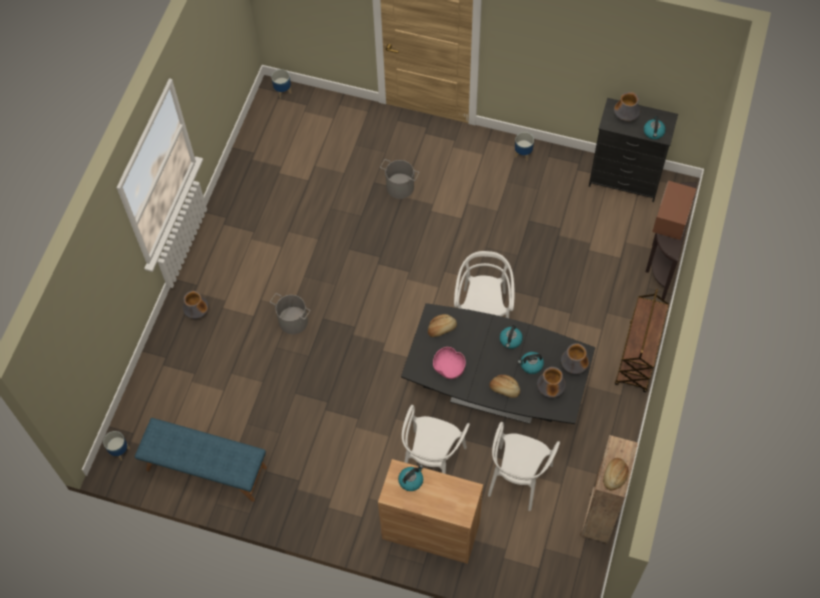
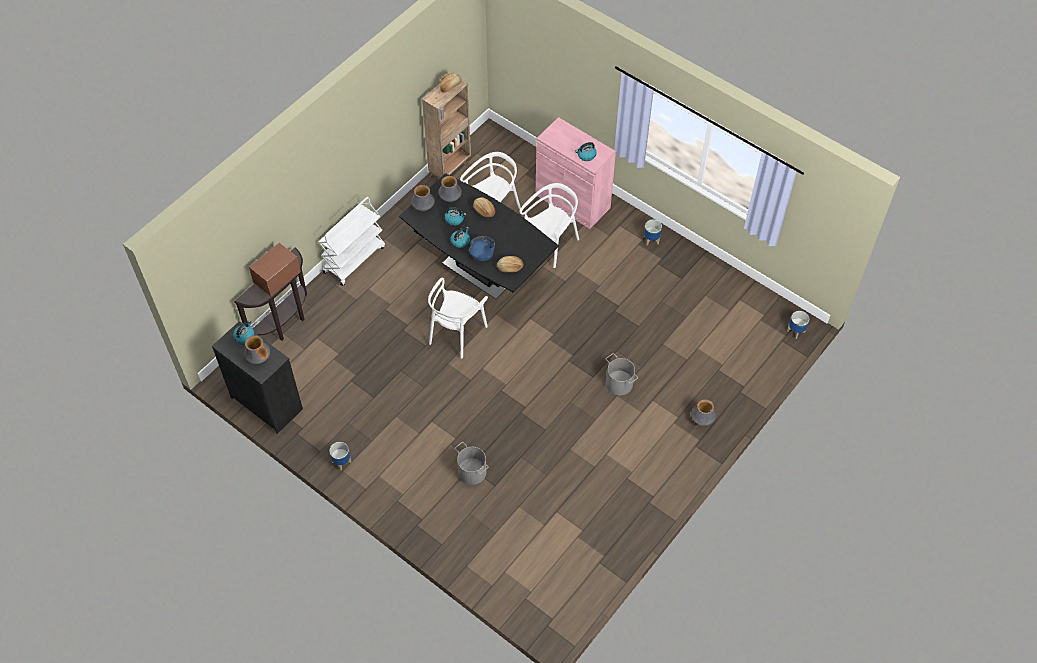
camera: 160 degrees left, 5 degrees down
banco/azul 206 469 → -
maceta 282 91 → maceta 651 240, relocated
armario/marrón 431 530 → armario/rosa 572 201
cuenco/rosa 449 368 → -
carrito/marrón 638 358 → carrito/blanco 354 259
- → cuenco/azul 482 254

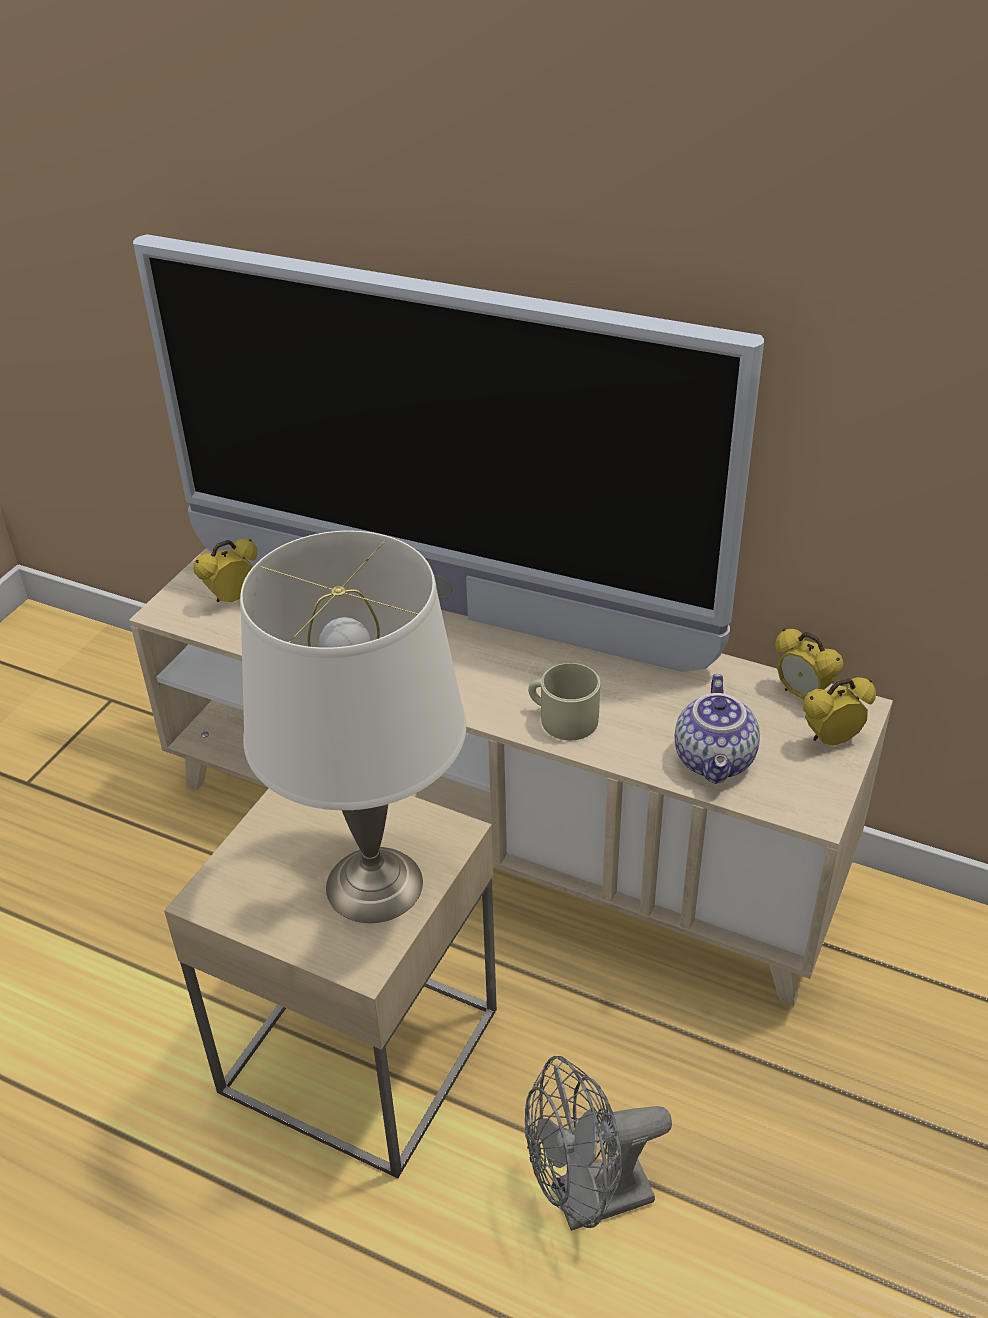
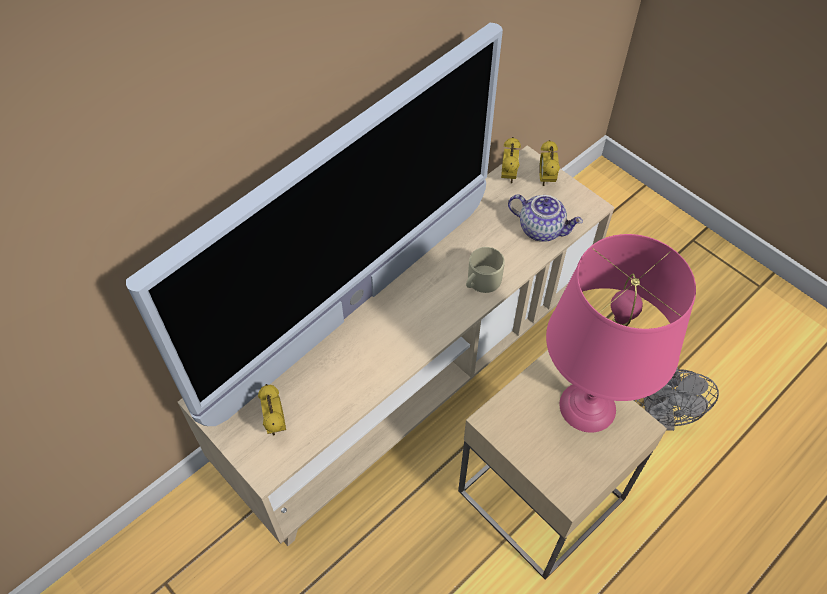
camera: 70 degrees left, 15 degrees up
lámpara de mesa/blanco 375 883 → lámpara de mesa/rosa 586 406
despertador 802 695 → despertador 508 176, 60 degrees counterclockwise

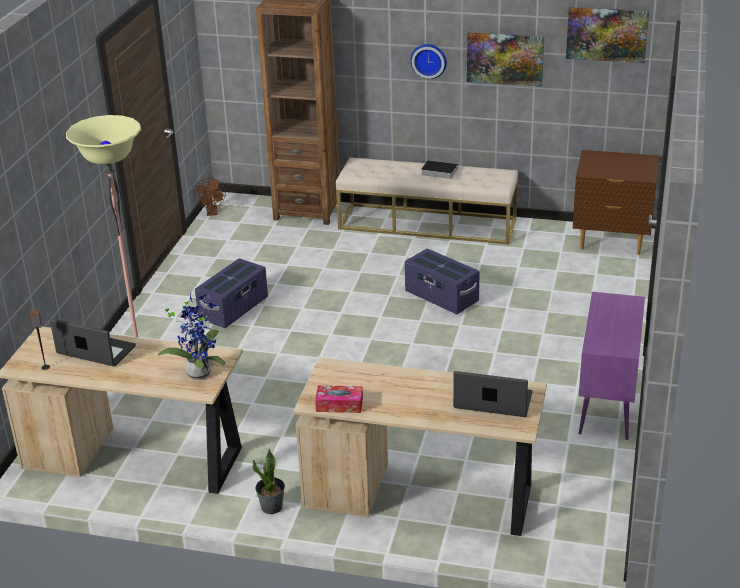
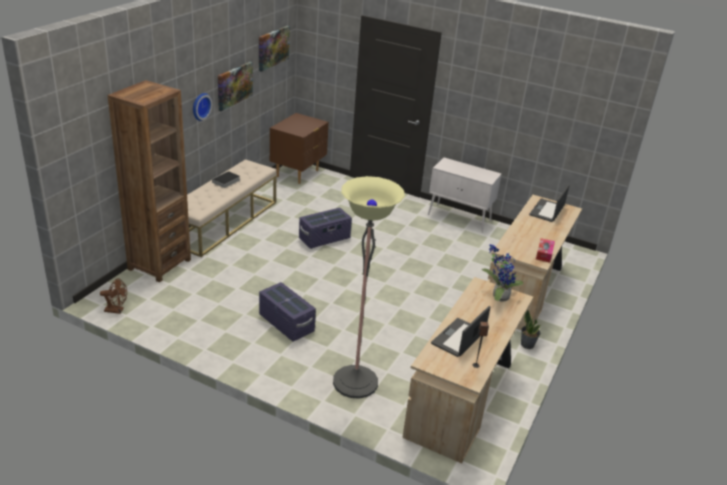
camera: 80 degrees left, 0 degrees up
armario/morado 607 405 → armario/blanco 459 218

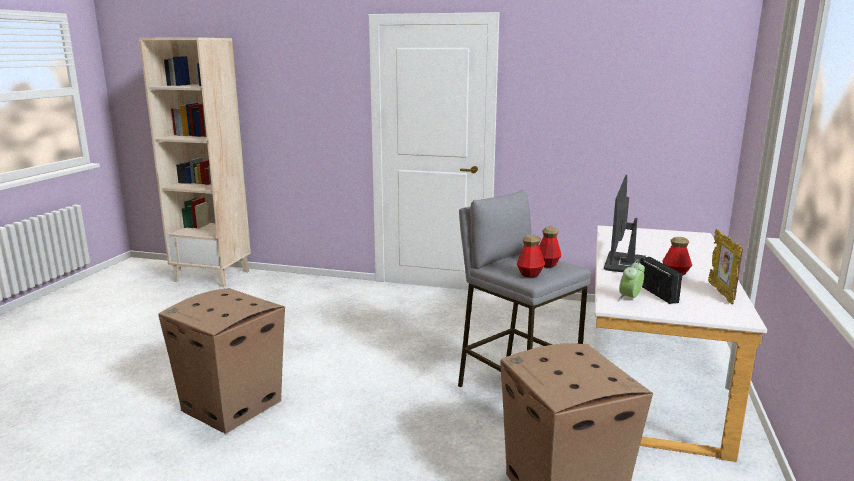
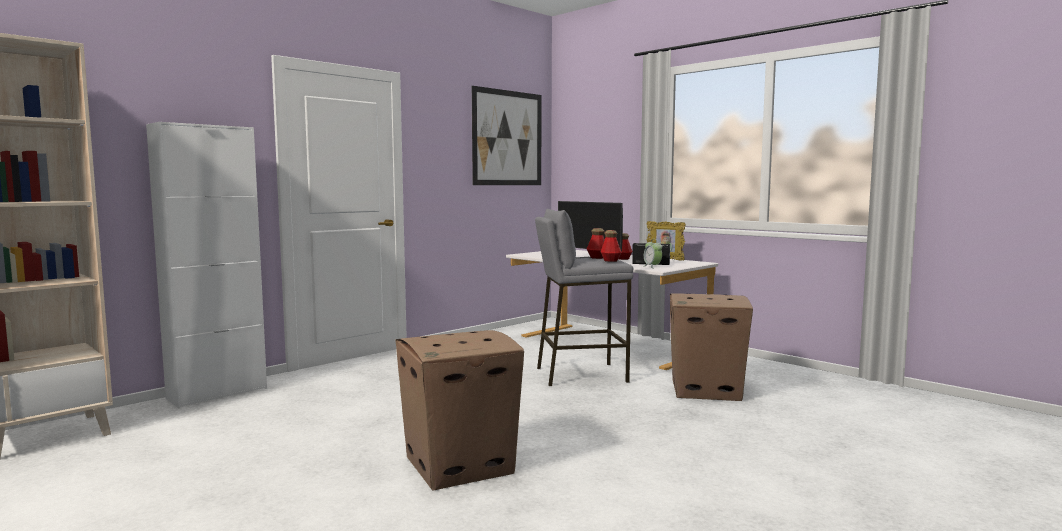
camera: 60 degrees left, 10 degrees down
- → armario/blanco 217 393
- → cuadro 507 138

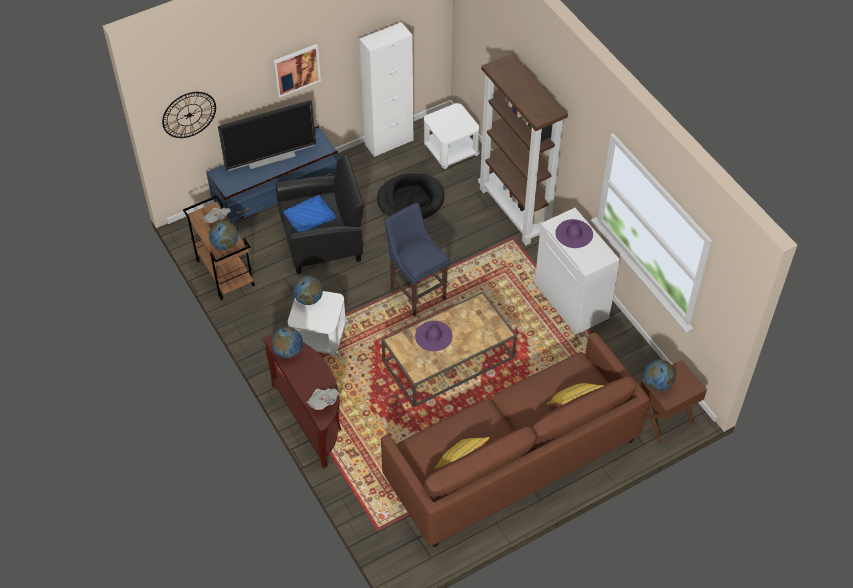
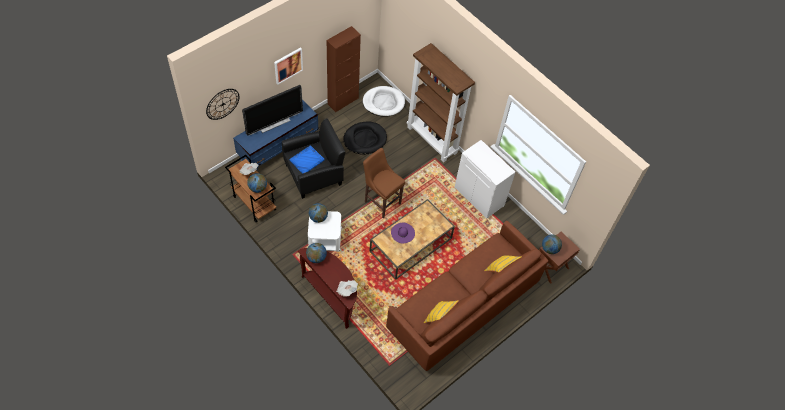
camera: 15 degrees left, 5 degrees up
armario/blanco 389 142 → armario/marrón 343 101
taburete/azul 416 292 → taburete/marrón 381 201
mesa auxiliar/blanco 450 150 → cama para perro/blanco 383 102
sombrero/morado 574 234 → -

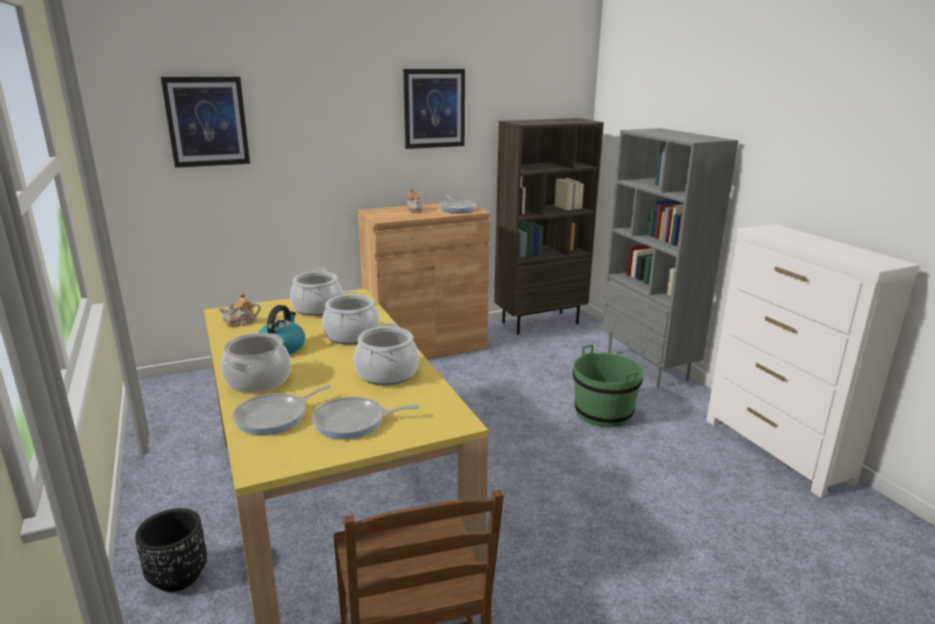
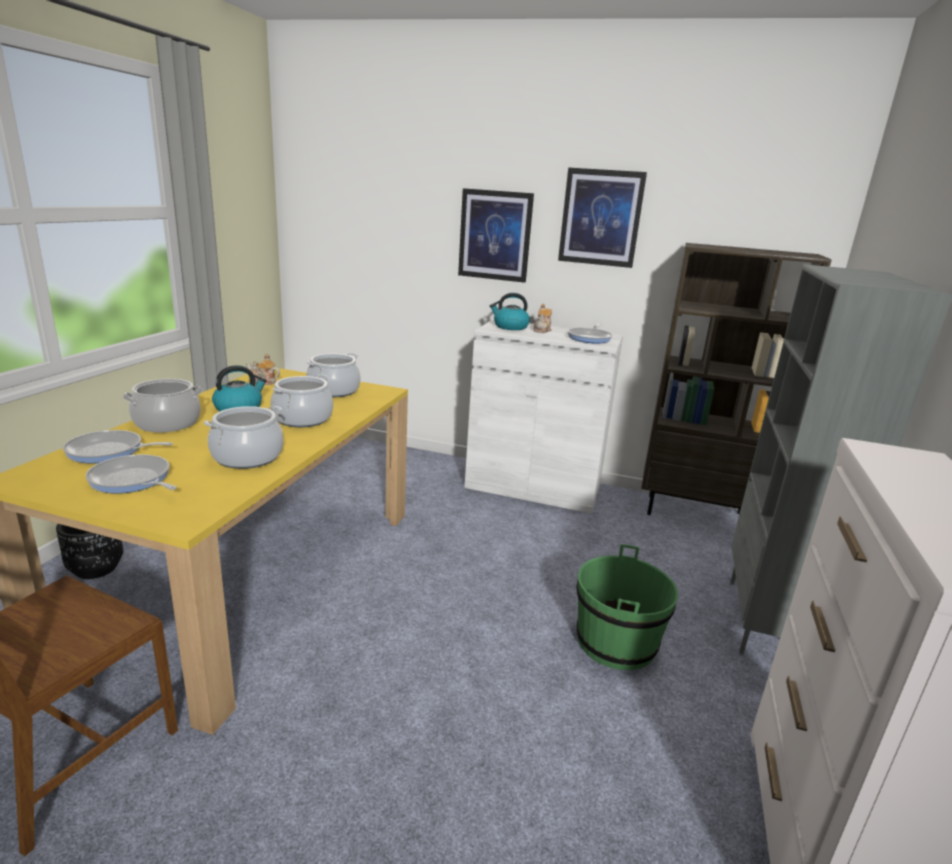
camera: 40 degrees right, 0 degrees up
cuadro 207 122 → cuadro 495 235, relocated
armario/marrón 426 346 → armario/blanco 533 486
- → hervidor 510 327

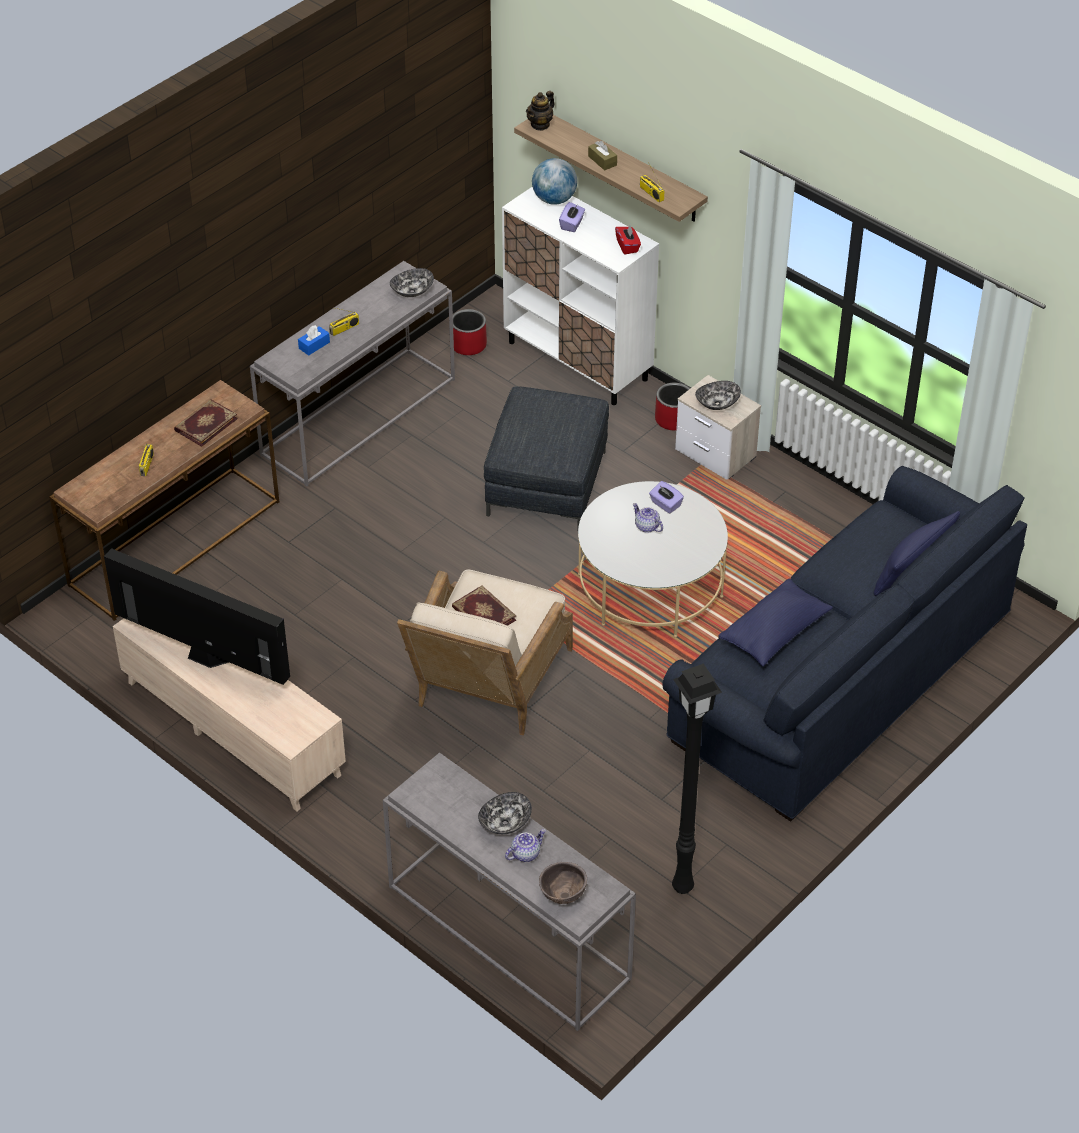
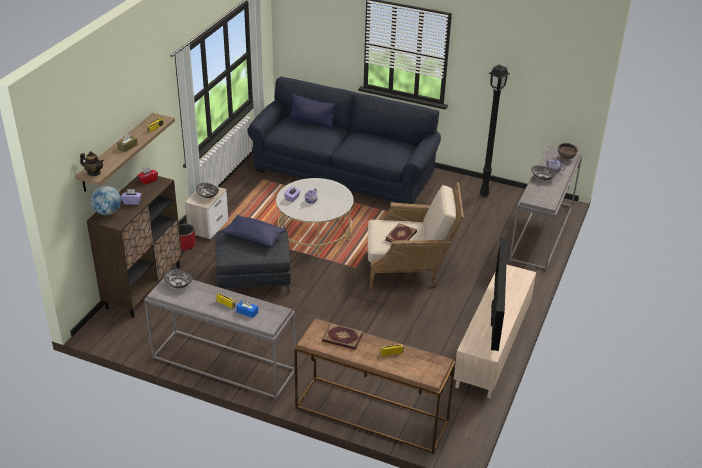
camera: 110 degrees left, 10 degrees down
maceta/rojo 468 344 → -
armario/blanco 578 361 → armario/marrón 144 286
cojín/azul 774 633 → cojín/azul 254 237, relocated

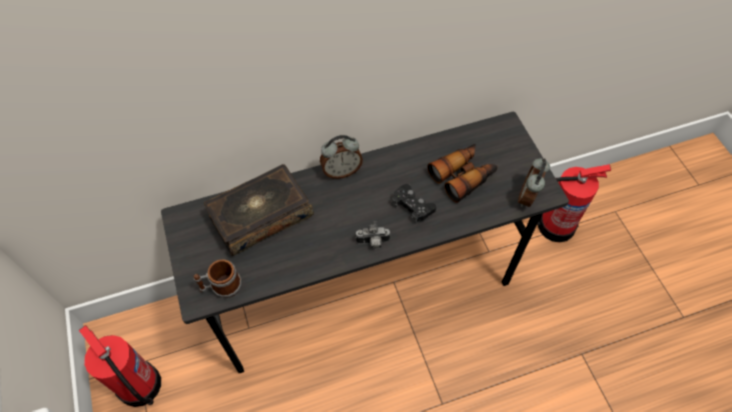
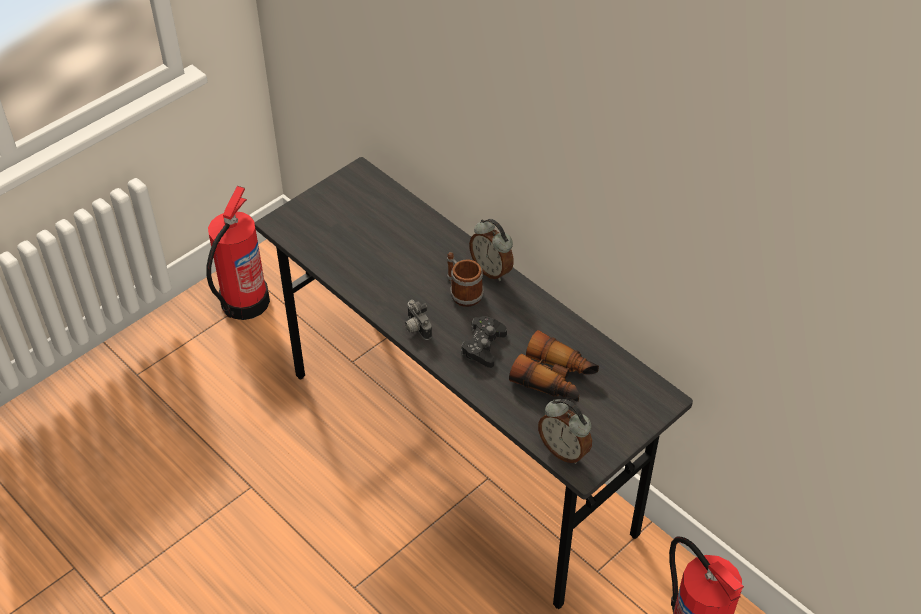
camera: 65 degrees right, 10 degrees down
taza grande 221 287 → taza grande 462 292, relocated
libro 260 215 → -
despertador 528 197 → despertador 564 450, 135 degrees counterclockwise

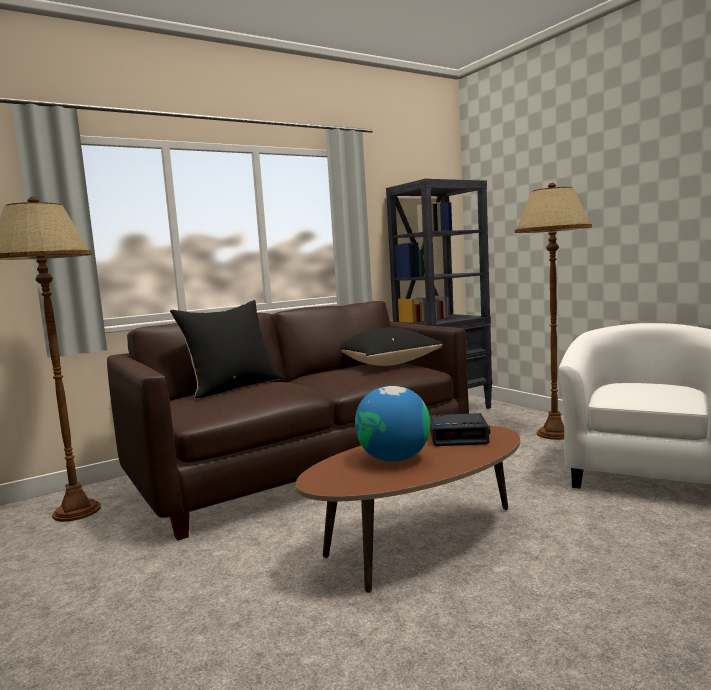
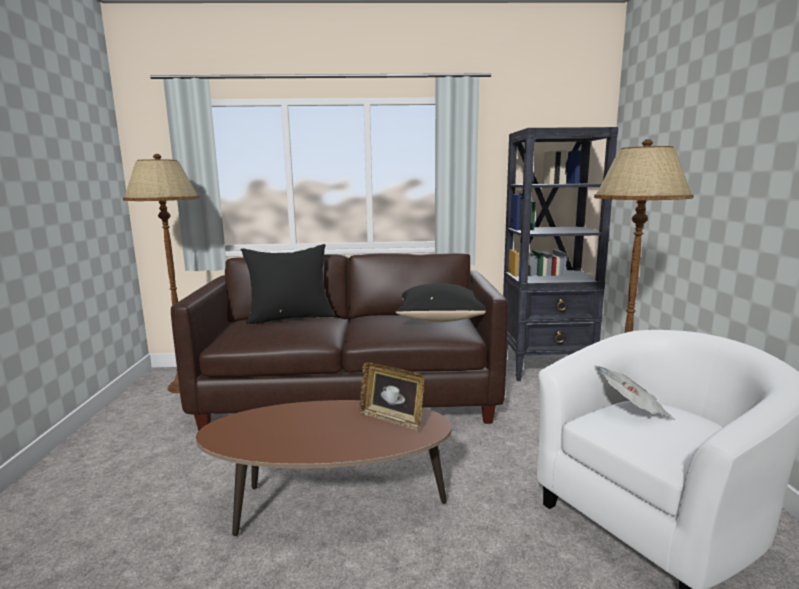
camera: 30 degrees right, 5 degrees up
globo terráqueo 394 458 → -
despertador 458 437 → portarretratos 392 419
- → periódico 632 410

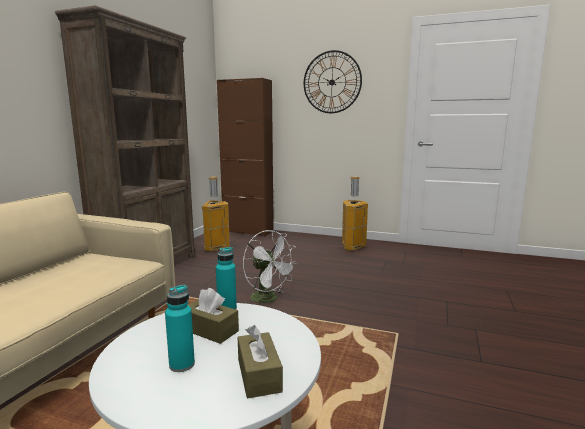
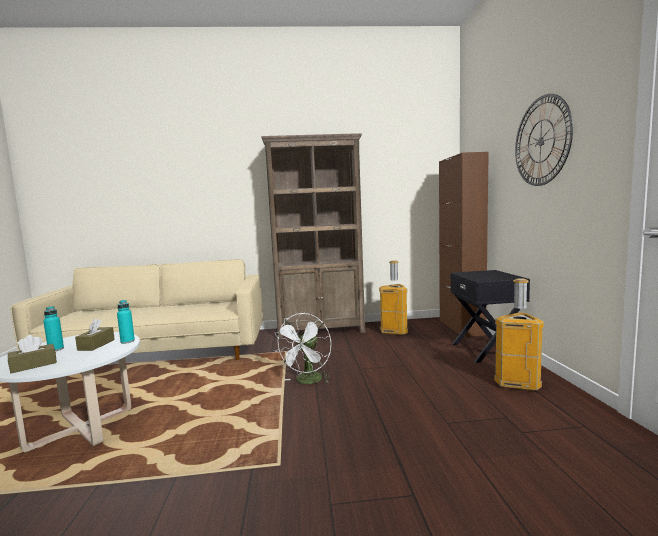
camera: 65 degrees right, 5 degrees down
- → mesita de noche/negro 487 350

